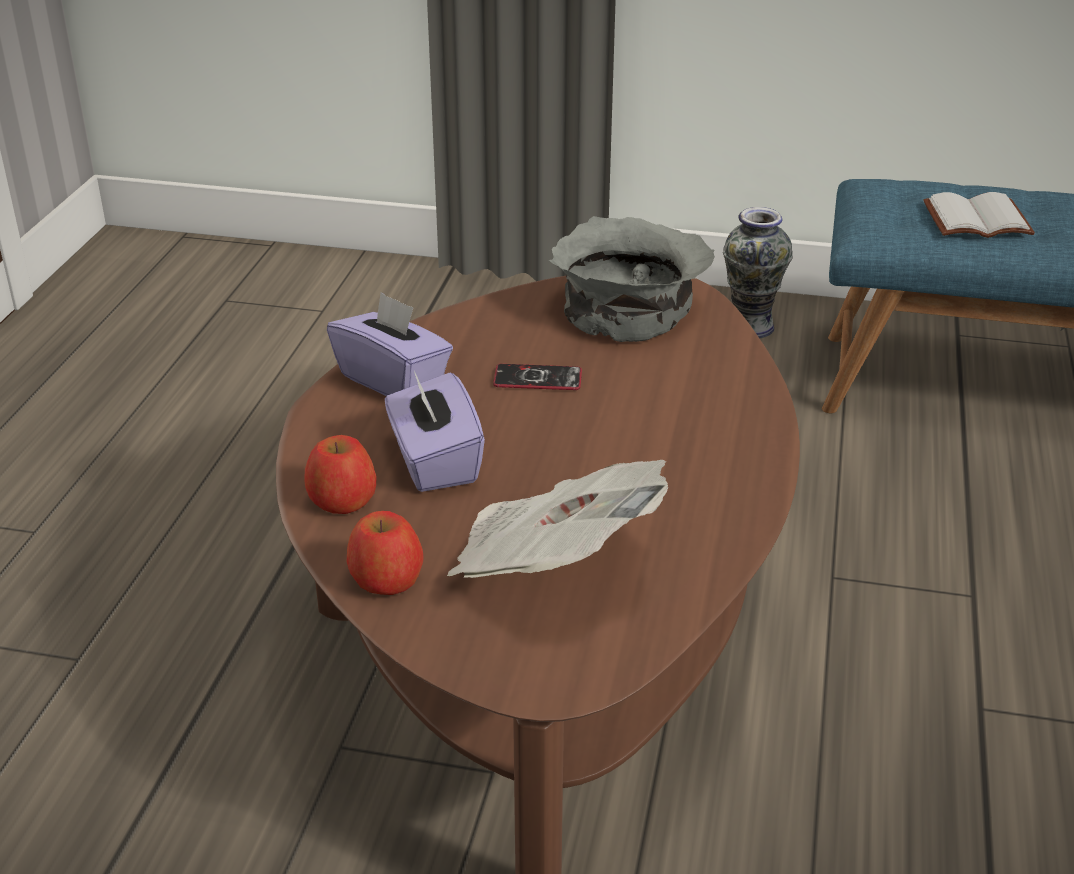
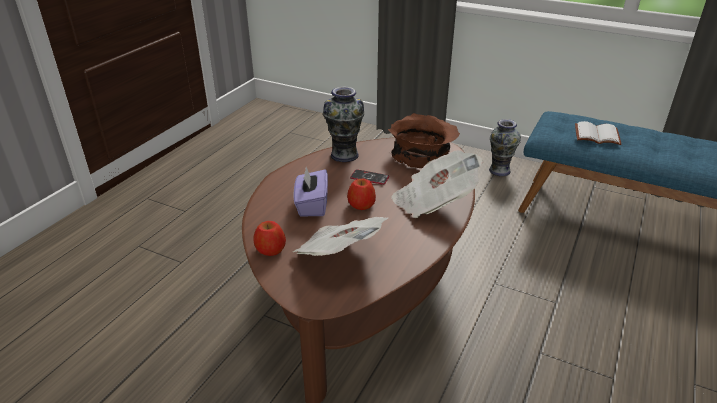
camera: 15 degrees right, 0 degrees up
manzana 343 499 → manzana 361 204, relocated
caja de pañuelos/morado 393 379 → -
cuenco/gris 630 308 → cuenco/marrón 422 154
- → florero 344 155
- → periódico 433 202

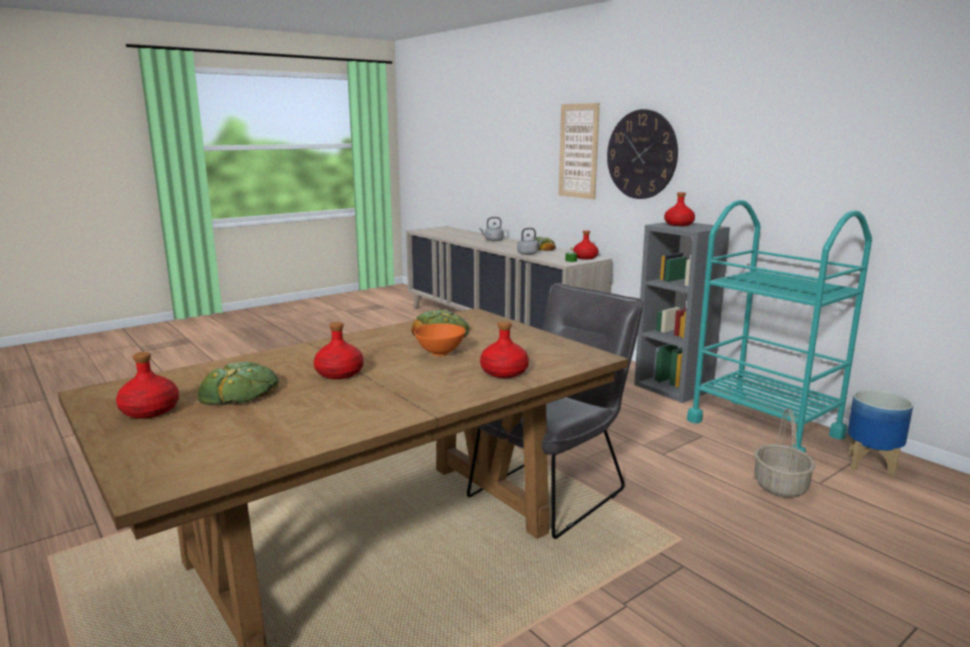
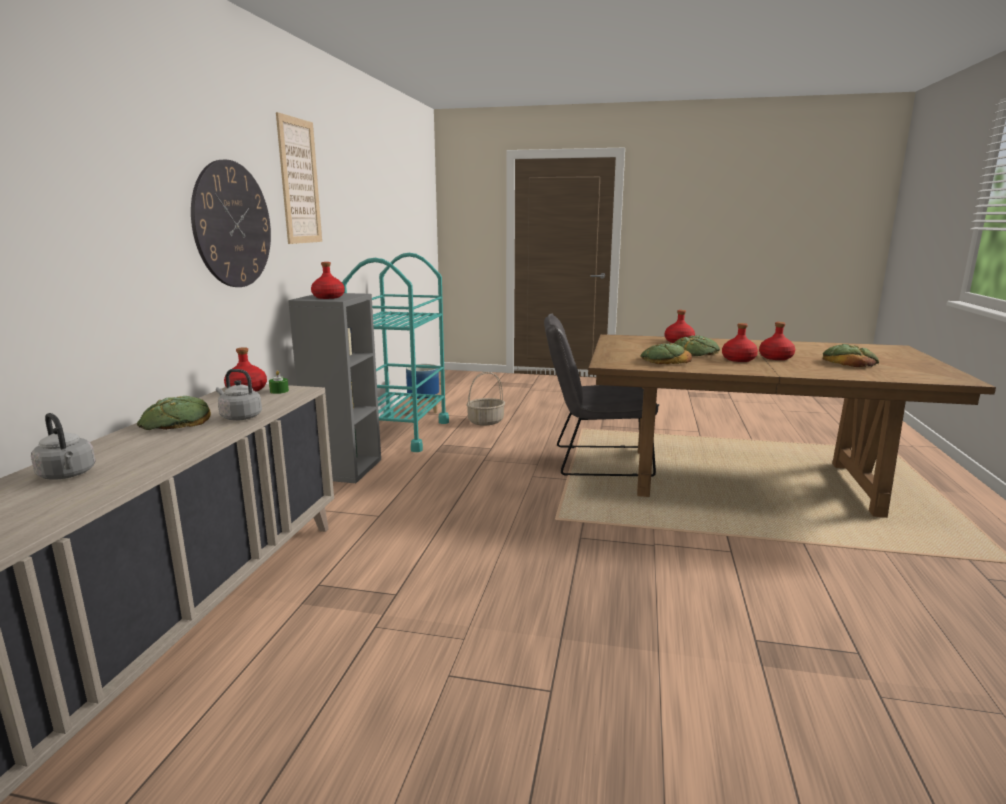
camera: 130 degrees left, 0 degrees up
botella/rojo 150 410 → botella/rojo 738 359, relocated
cuenco/naranja 439 353 → pan 694 353
cuadro 578 151 → cuadro 299 181, relocated

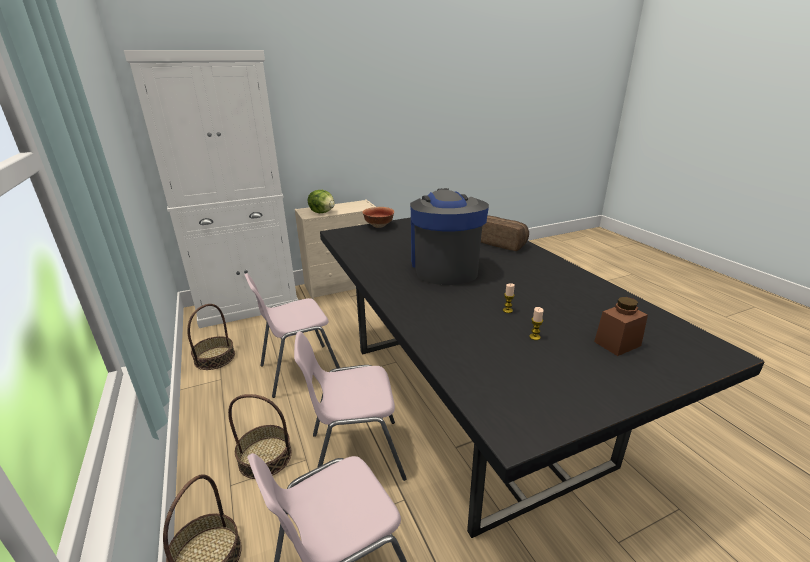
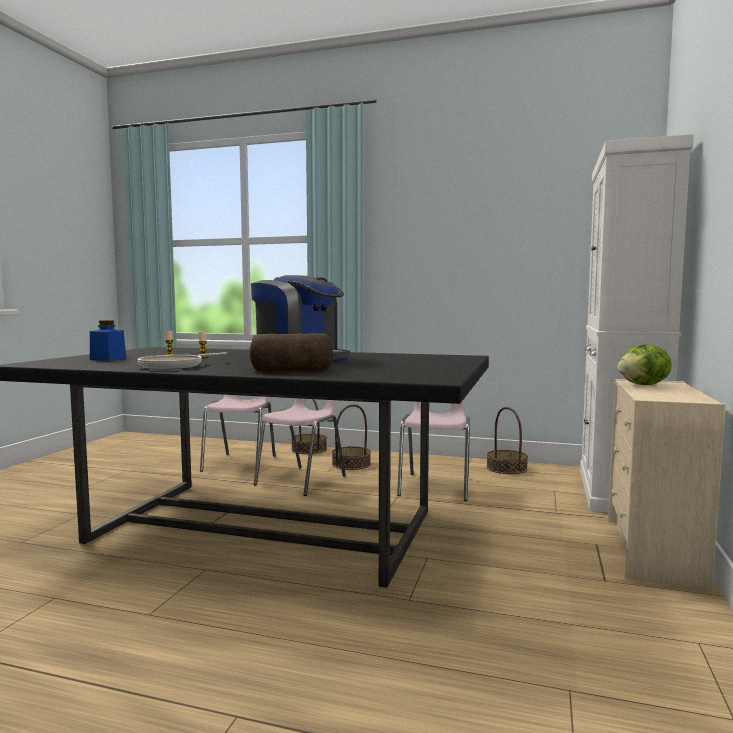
camera: 130 degrees right, 20 degrees down
cuenco 379 226 → -
tarro/marrón 617 343 → tarro/azul 108 358
- → sartén 175 366

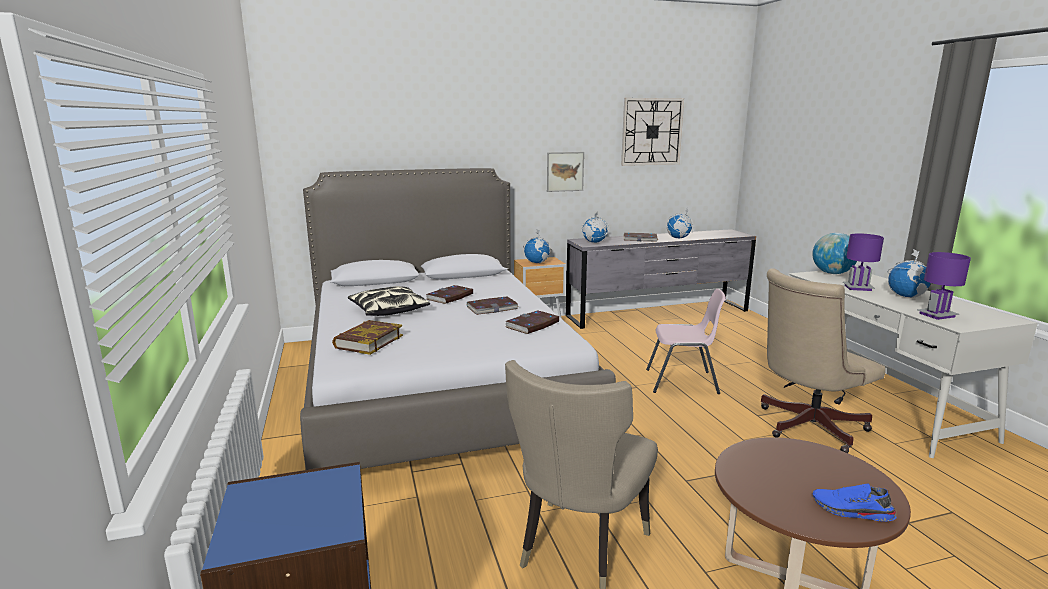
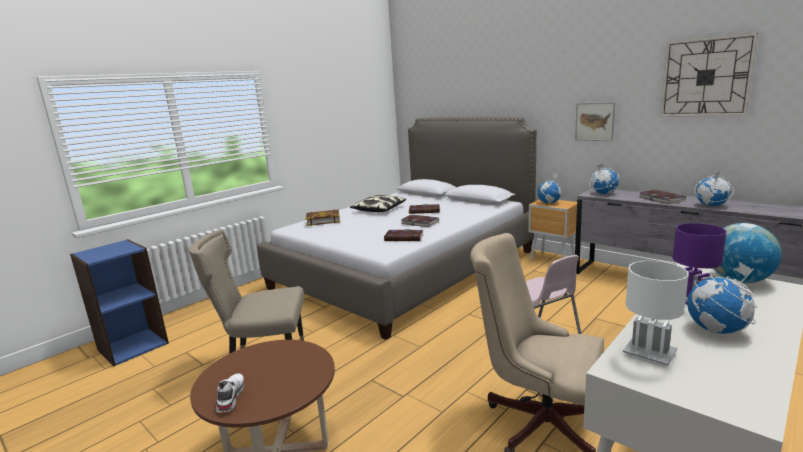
camera: 60 degrees right, 0 degrees up
zapato/azul 852 511 → zapato/blanco 230 397
lámpara de mesa/morado 936 315 → lámpara de mesa/blanco 649 354

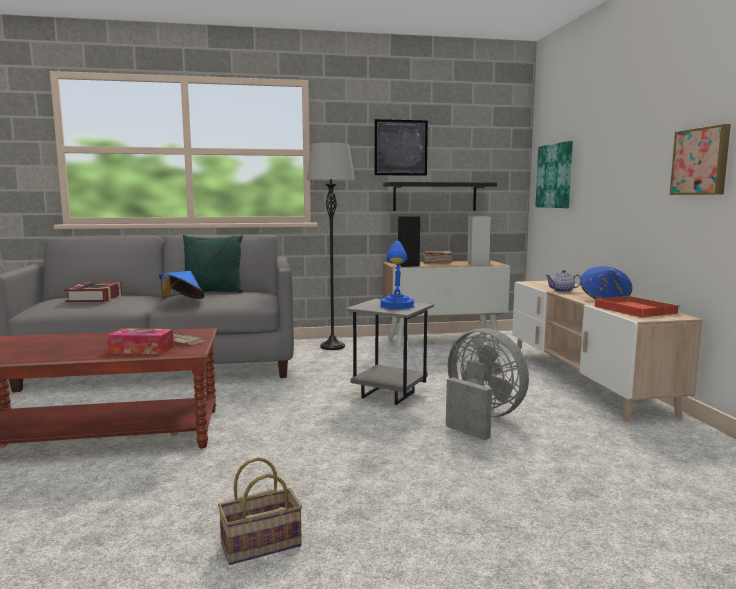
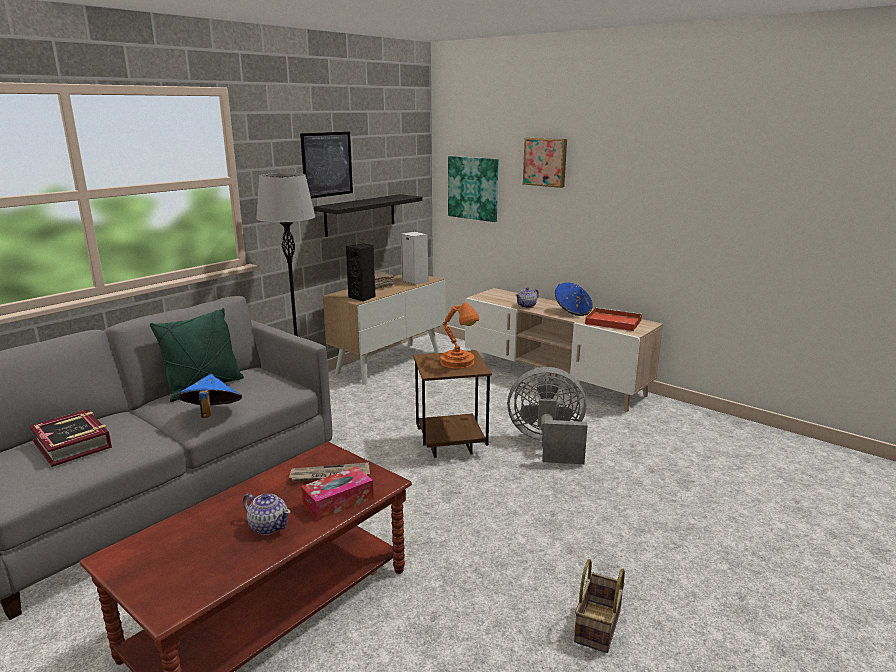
camera: 40 degrees left, 10 degrees up
mesa auxiliar/gris 388 396 → mesa auxiliar/marrón 450 446
lámpara de mesa/azul 397 306 → lámpara de mesa/naranja 459 363
cuadro 701 161 → cuadro 545 162, relocated
- → tetera 268 526

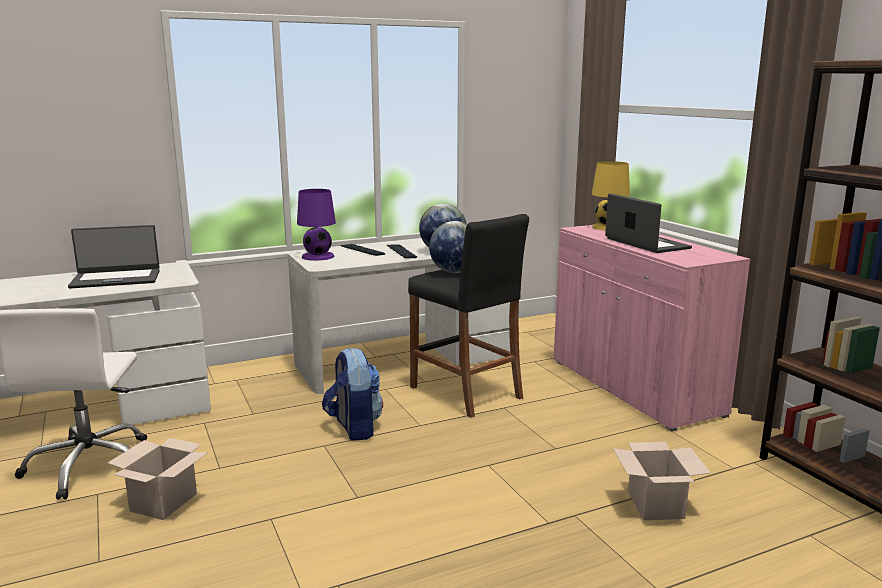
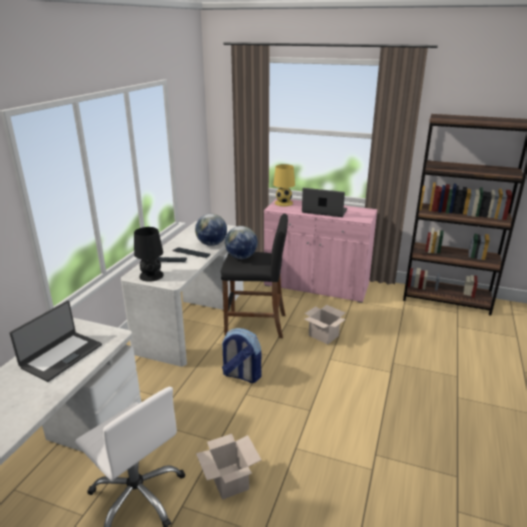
camera: 45 degrees left, 10 degrees up
lámpara de mesa/morado 317 256 → lámpara de mesa/negro 151 275
caja de cartón 657 506 → caja de cartón 324 335, relocated

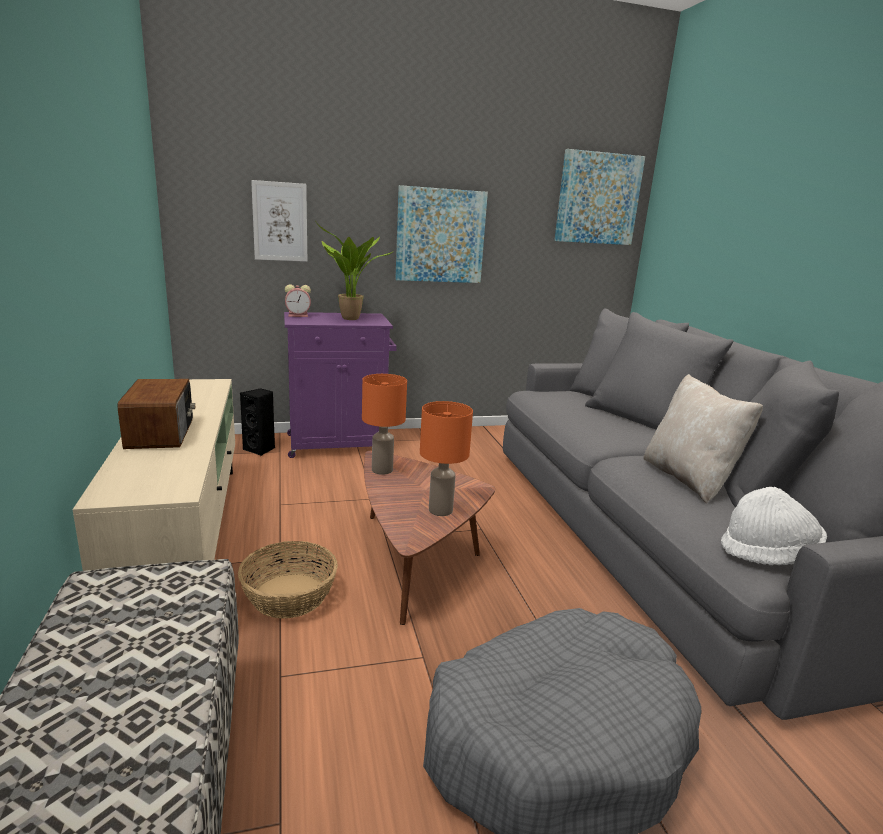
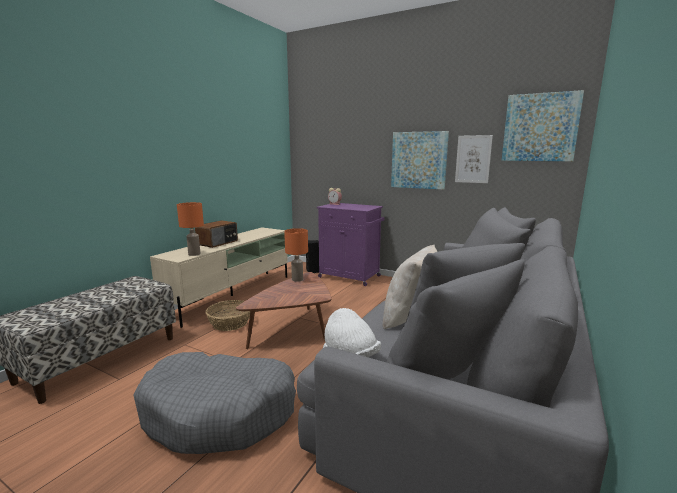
camera: 45 degrees right, 5 degrees down
cuadro 280 222 → cuadro 473 159, relocated
planta en maceta 350 319 → -
lámpara de mesa/naranja 441 510 → lámpara de mesa/naranja 194 254, relocated

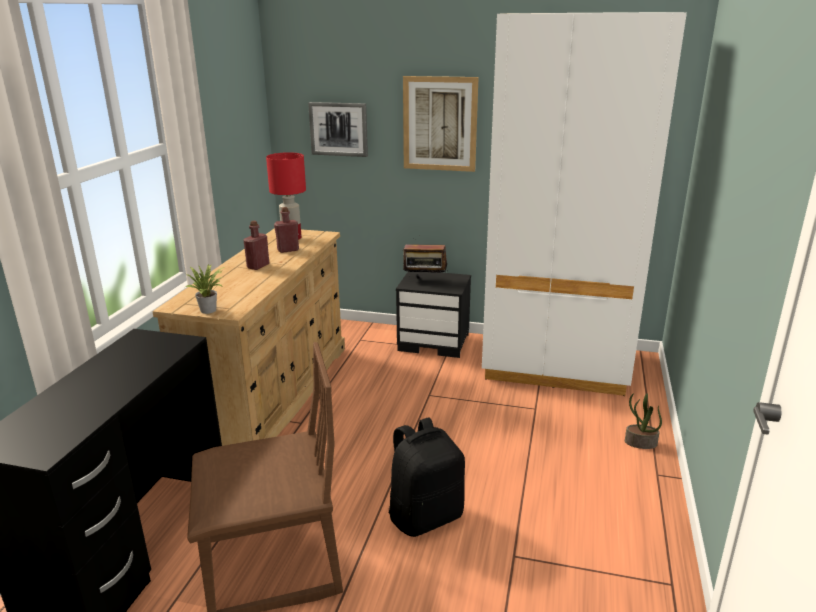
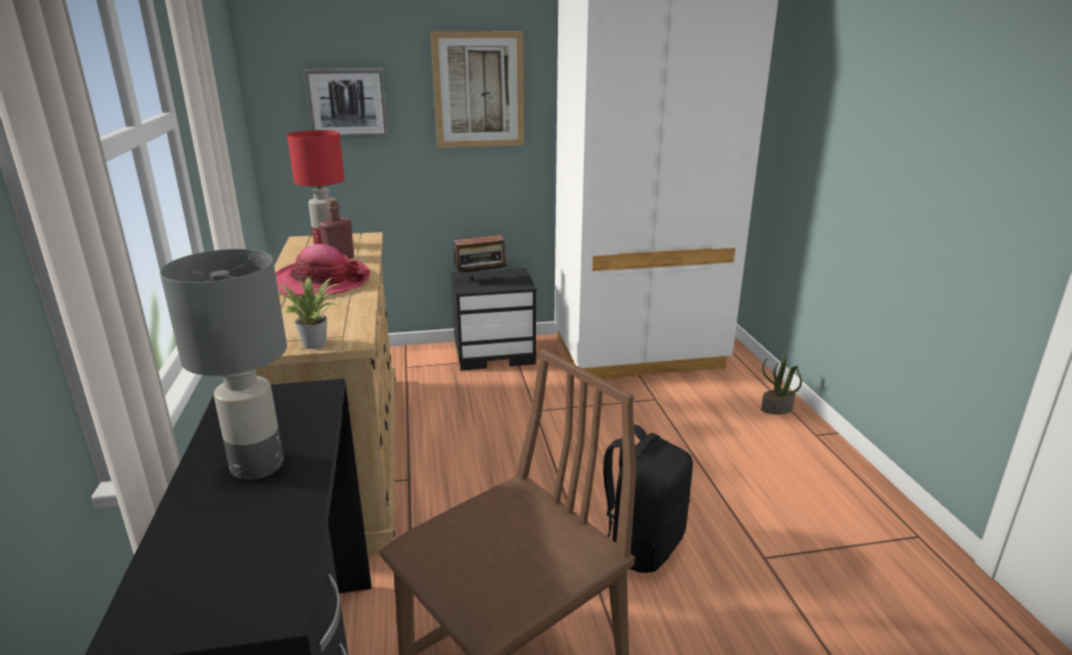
camera: 25 degrees left, 0 degrees up
botella/rojo 258 266 → sombrero 321 282
- → lámpara de mesa/gris 257 467

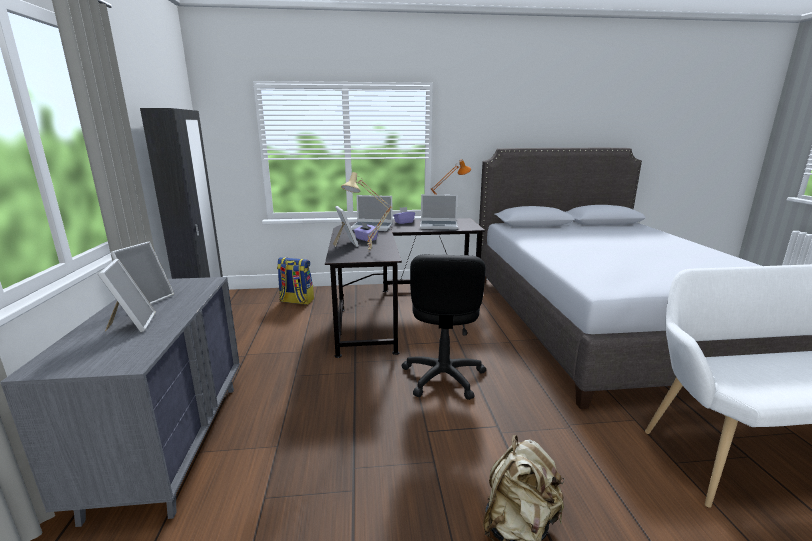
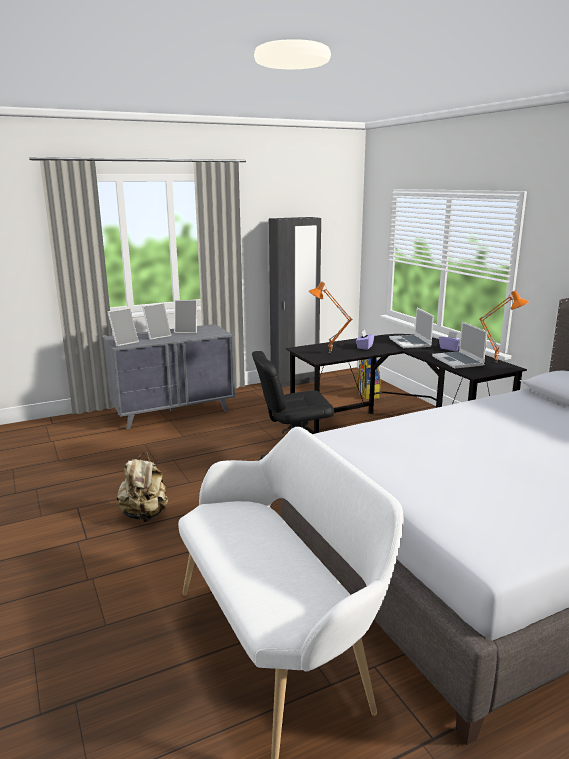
camera: 70 degrees right, 0 degrees up
portarretratos 345 244 → portarretratos 124 343, relocated
lámpara de mesa/beis 370 251 → lámpara de mesa/naranja 329 353

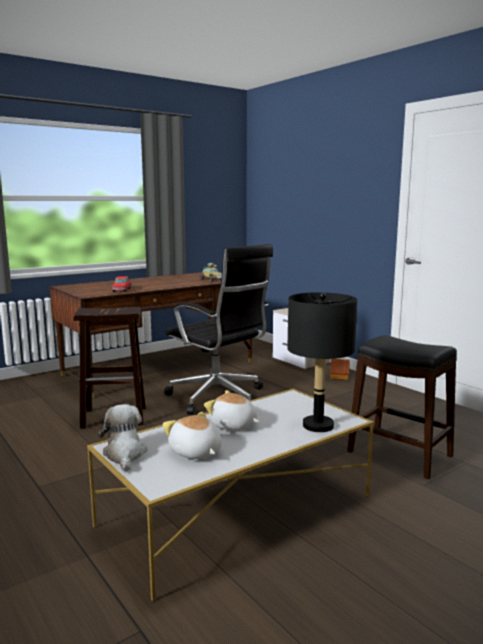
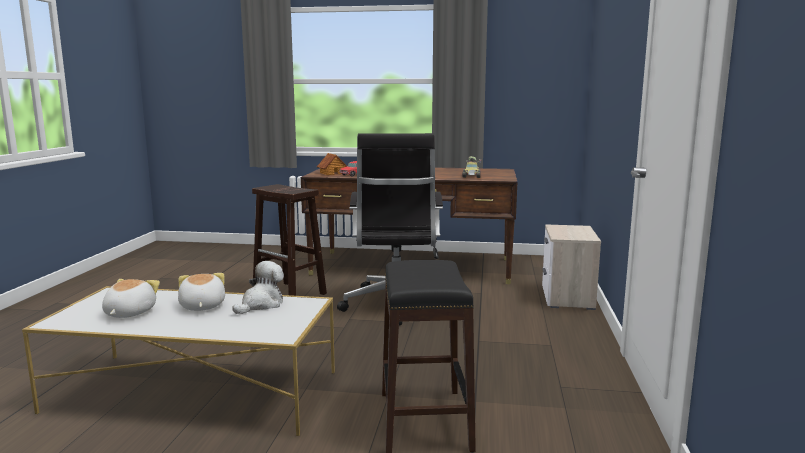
camera: 45 degrees right, 0 degrees up
peluche 124 454 → peluche 261 304, relocated
lámpara de mesa/negro 318 426 → -
casita 339 376 → casita 332 173, relocated

